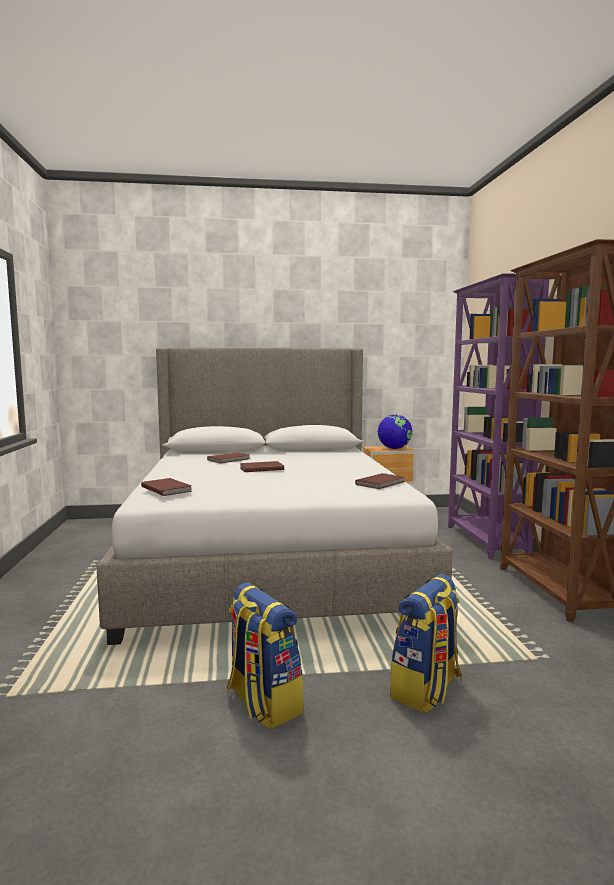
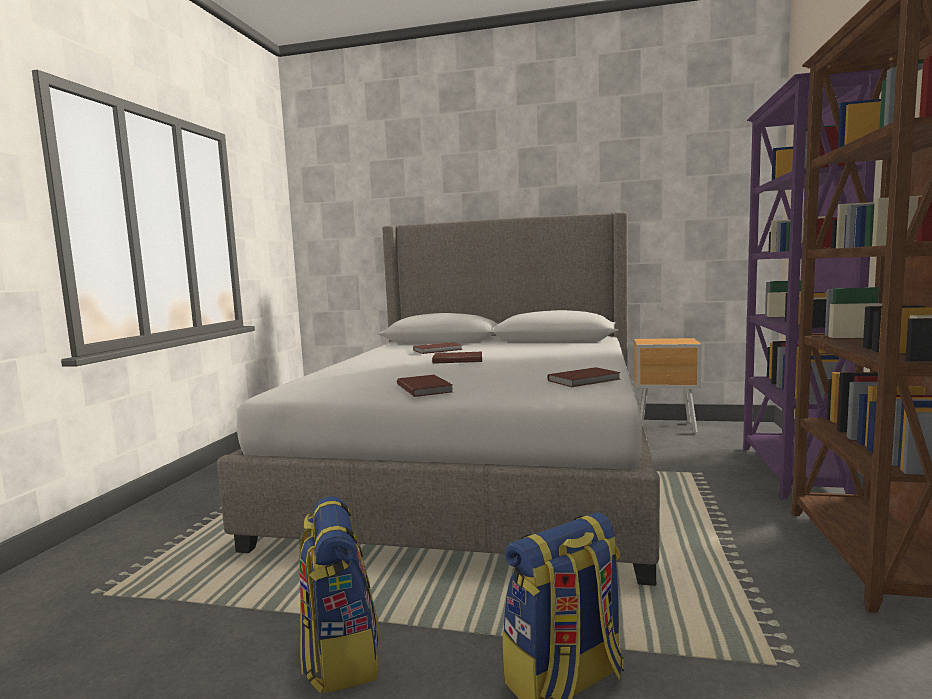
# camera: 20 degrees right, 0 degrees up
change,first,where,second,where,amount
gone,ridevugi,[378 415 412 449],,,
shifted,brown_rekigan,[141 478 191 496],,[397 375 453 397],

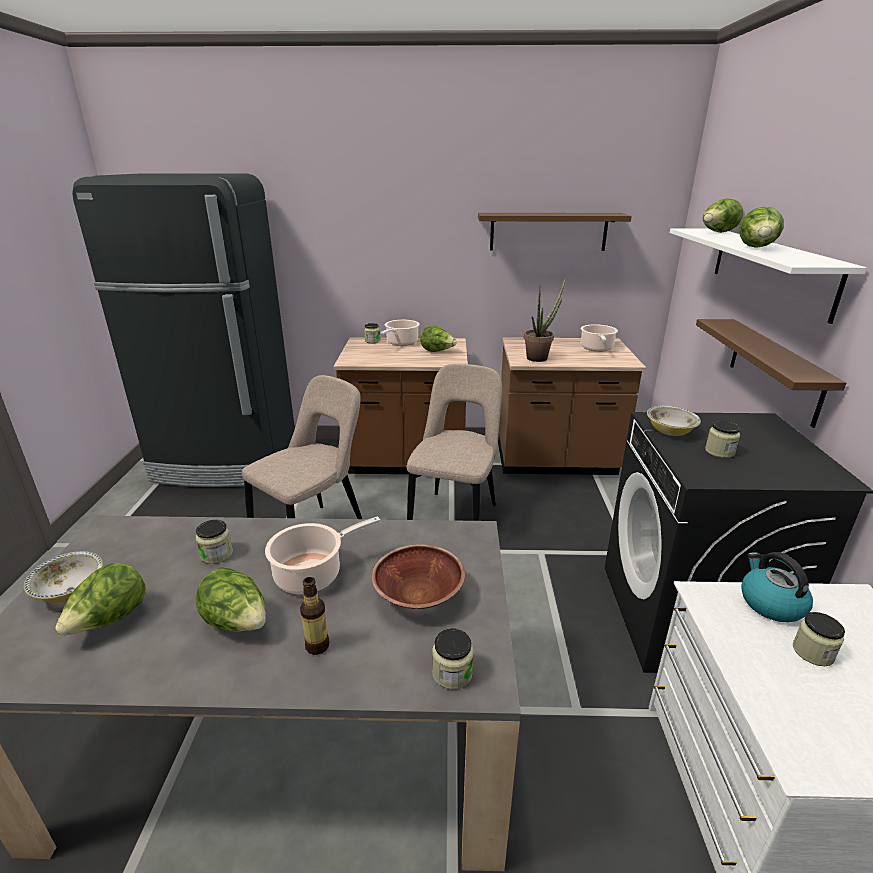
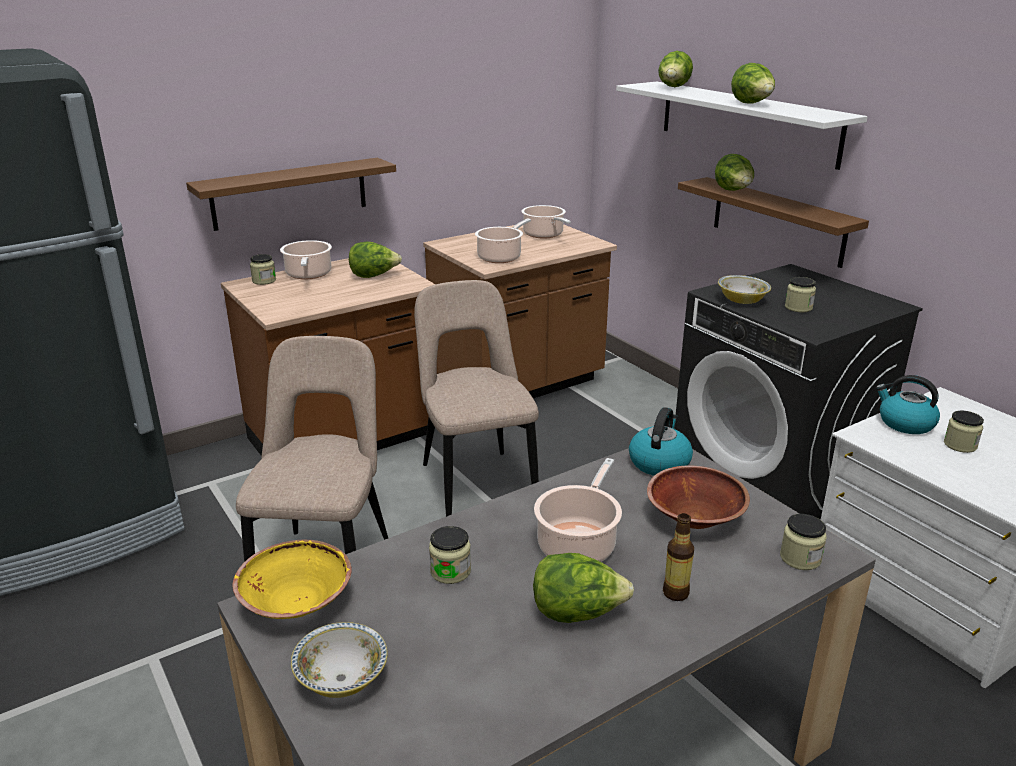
# camera: 35 degrees left, 0 degrees up
change,first,where,second,where,amount
shifted,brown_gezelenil,[478 213 632 251],,[186 158 396 231],
swapped,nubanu,[524 277 566 362],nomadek,[475 218 531 263],
shifted,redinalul,[55 563 146 636],,[715 154 754 191],
new,,,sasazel,[629 407 693 476],
new,,,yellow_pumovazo,[233 540 352 619],

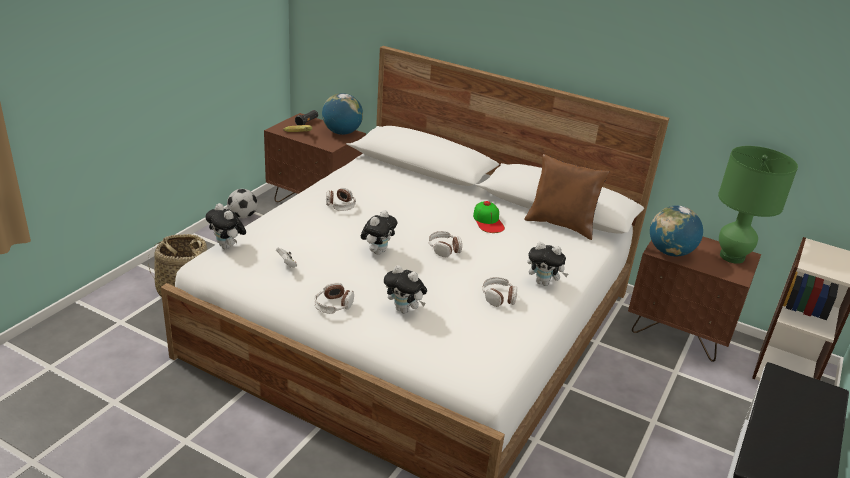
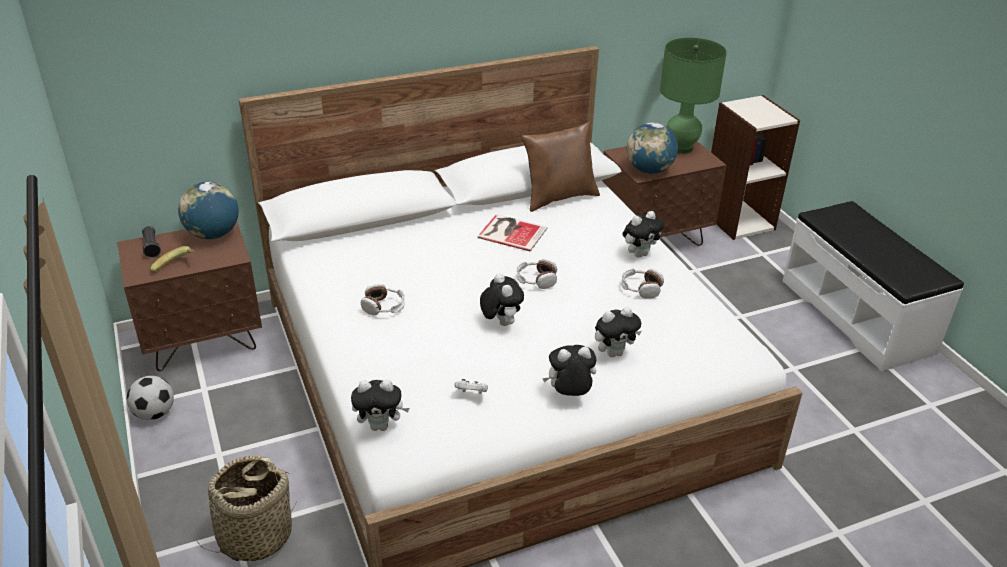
# camera: 50 degrees left, 5 degrees up
change,first,where,second,where,amount
swapped,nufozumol,[473 201 505 233],rekigan,[477 214 548 251],
swapped,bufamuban,[314 282 354 314],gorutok,[542 345 597 396],

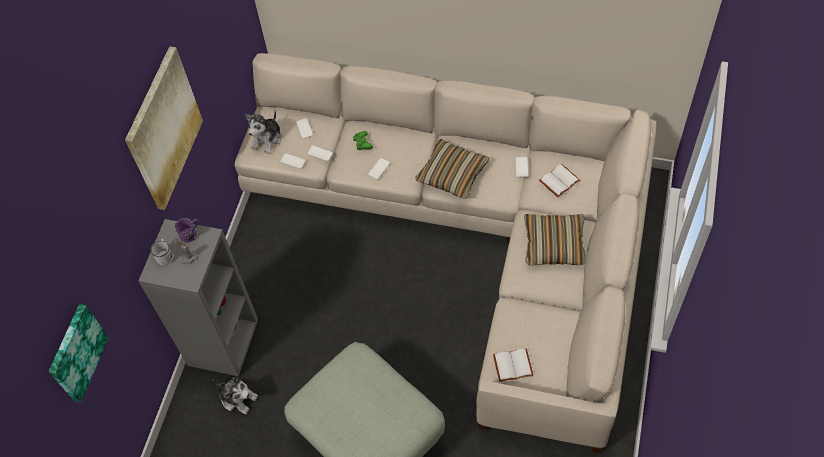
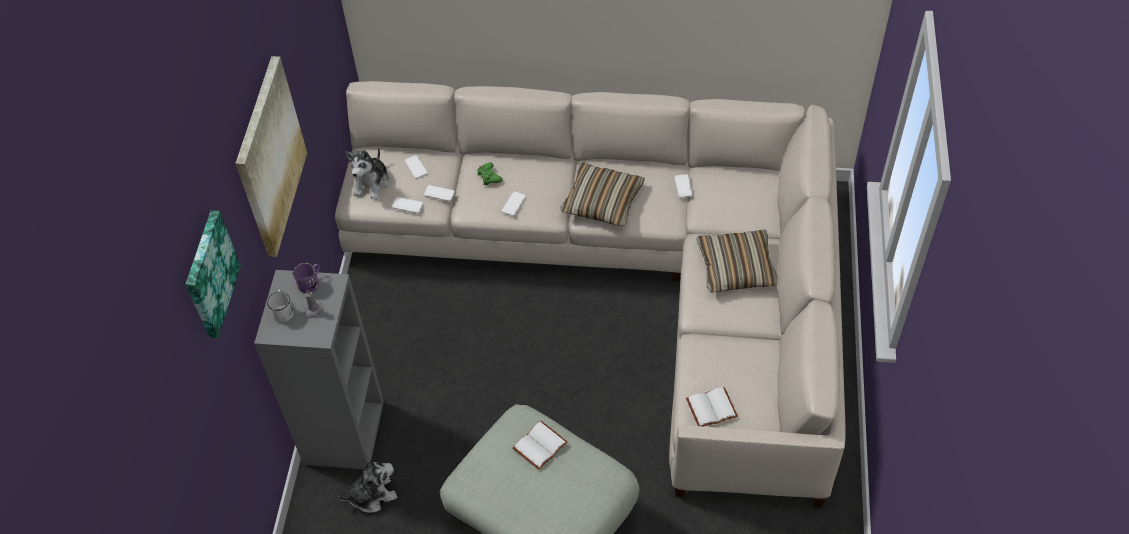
# camera: 10 degrees left, 5 degrees down
change,first,where,second,where,amount
shifted,white_rekigan,[539 164 580 197],,[513 421 568 470],
shifted,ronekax,[48 304 109 403],,[185 210 241 338],
rotated,gorutok,[212 377 258 414],,[338 460 397 513],45 degrees counterclockwise

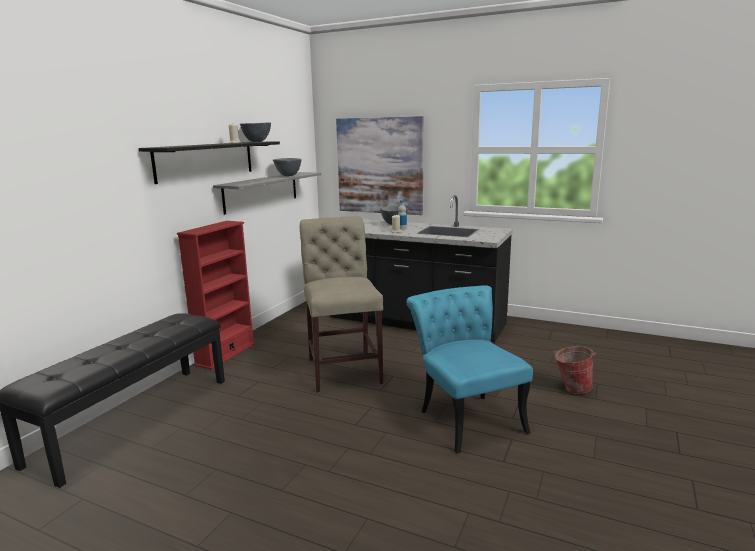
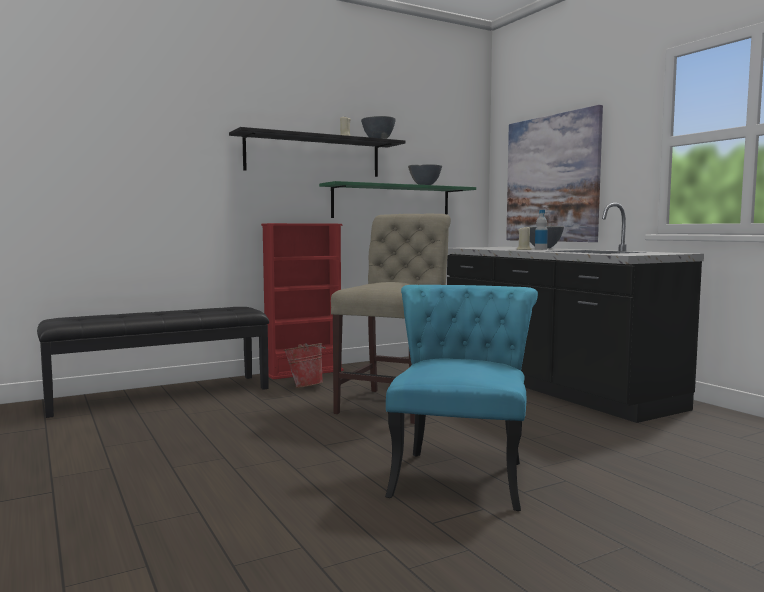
# camera: 35 degrees right, 10 degrees down
change,first,where,second,where,amount
repainted,grey_gezelenil,[213 172 322 215],green_gezelenil,[319 181 476 218],
shifted,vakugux,[553 346 596 394],,[284 343 326 388],

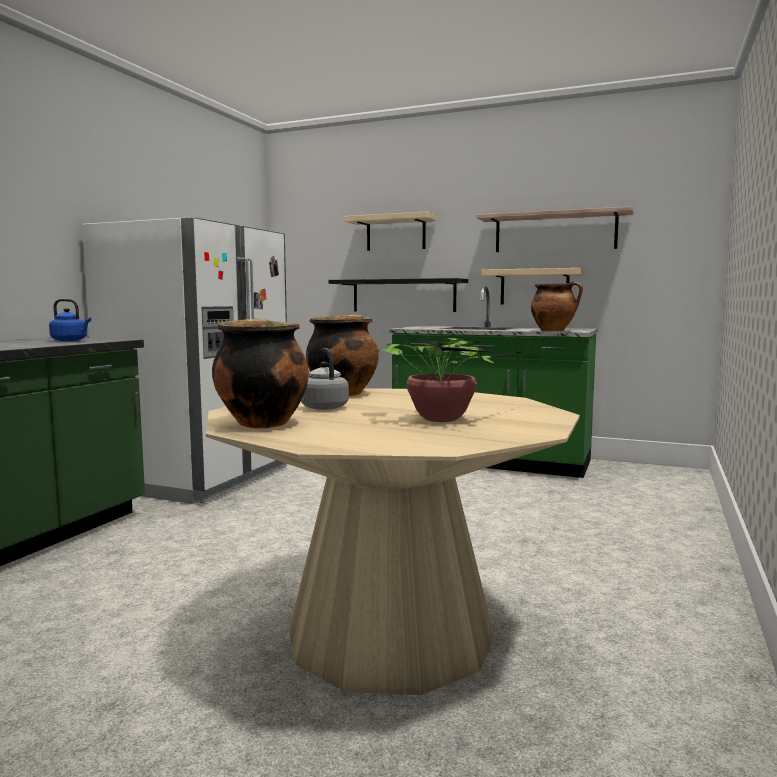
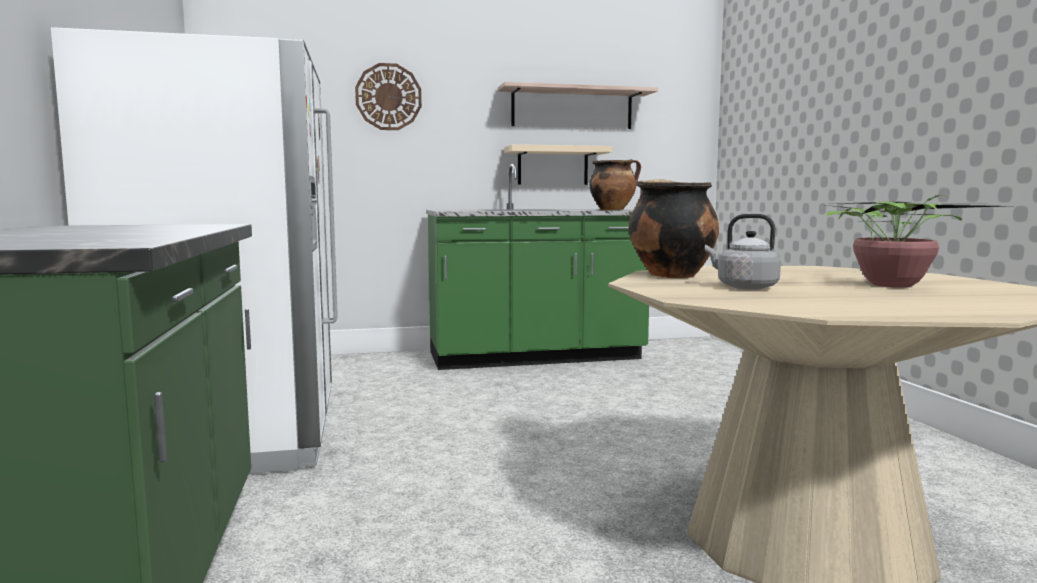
# camera: 35 degrees left, 0 degrees up
change,first,where,second,where,amount
swapped,beige_gezelenil,[344 211 437 251],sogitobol,[355 63 422 130],
gone,black_gezelenil,[329 278 468 312],,,
gone,blue_sasazel,[49 299 91 341],,,
gone,nomadek,[212 319 309 428],,,

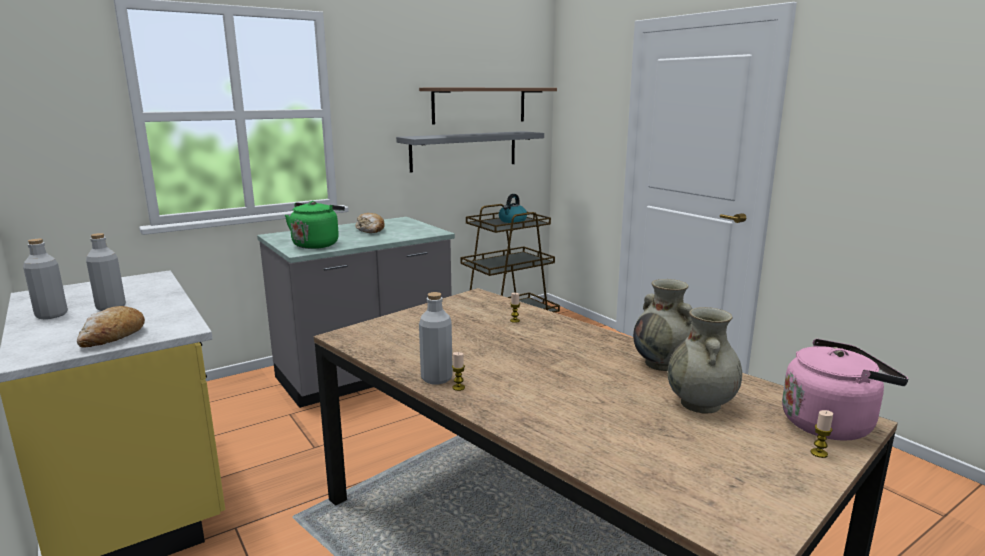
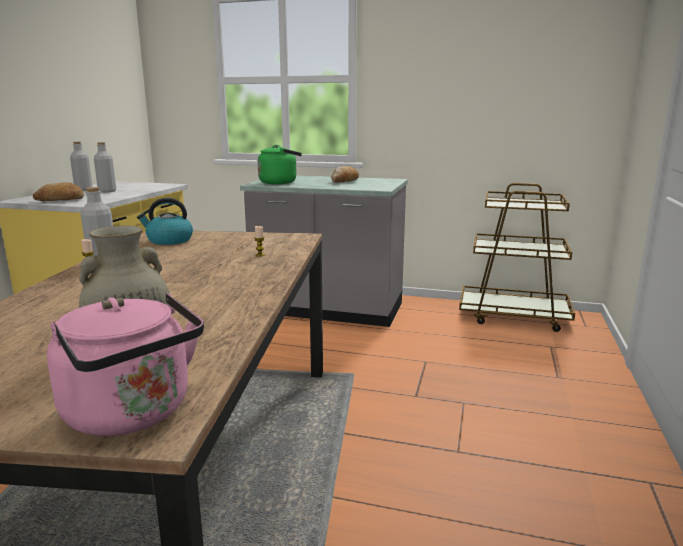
# camera: 50 degrees right, 0 degrees up
change,first,where,second,where,amount
gone,brown_gezelenil,[419 87 557 125],,,
gone,grey_gezelenil,[396 131 544 173],,,
shifted,sasazel,[499 194 527 223],,[137 198 193 245],
gone,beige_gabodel,[633 279 692 371],,,
gone,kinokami,[810 410 833 458],,,

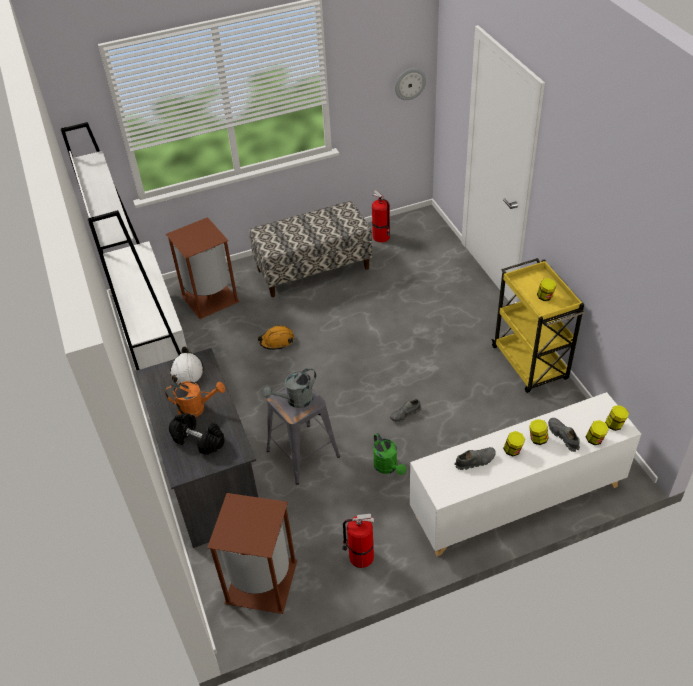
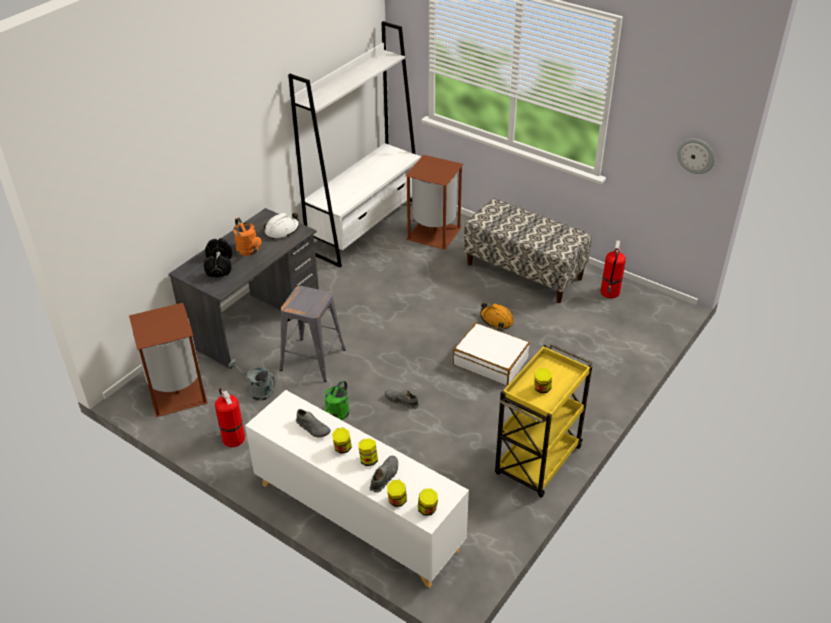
# camera: 55 degrees right, 5 degrees down
change,first,where,second,where,amount
shifted,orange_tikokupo,[257 325 294 350],,[480 303 514 329],
shifted,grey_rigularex,[263 368 316 408],,[228 359 276 401],
new,,,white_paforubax,[453 323 530 385],

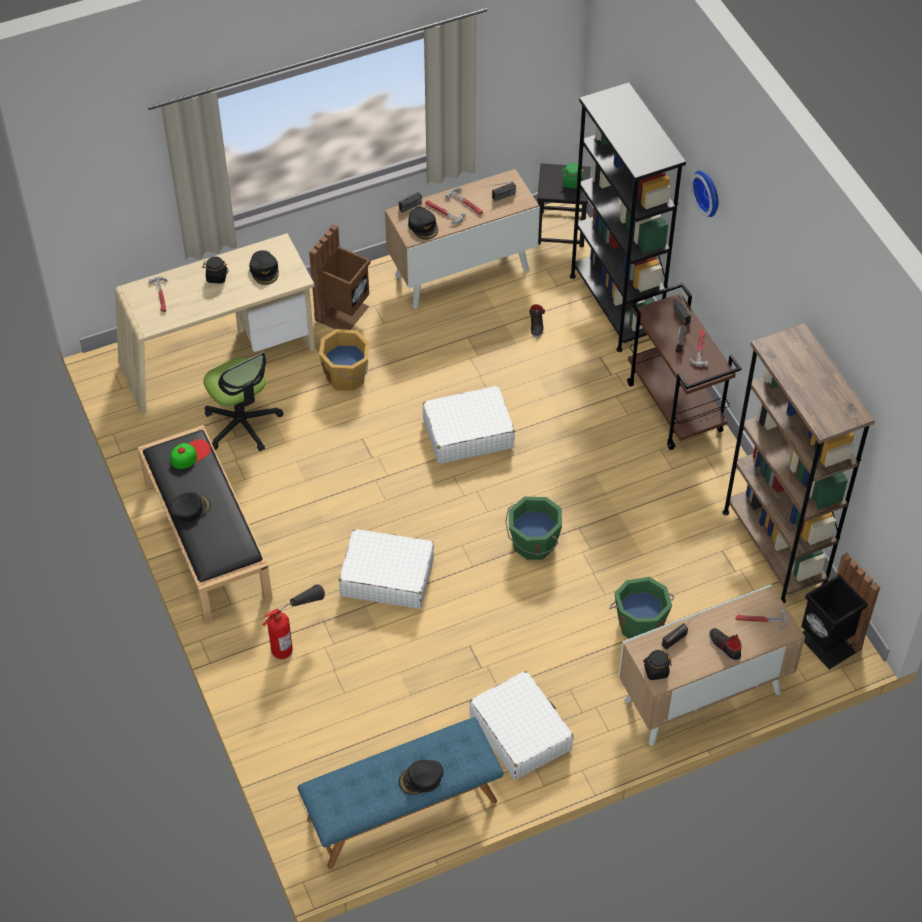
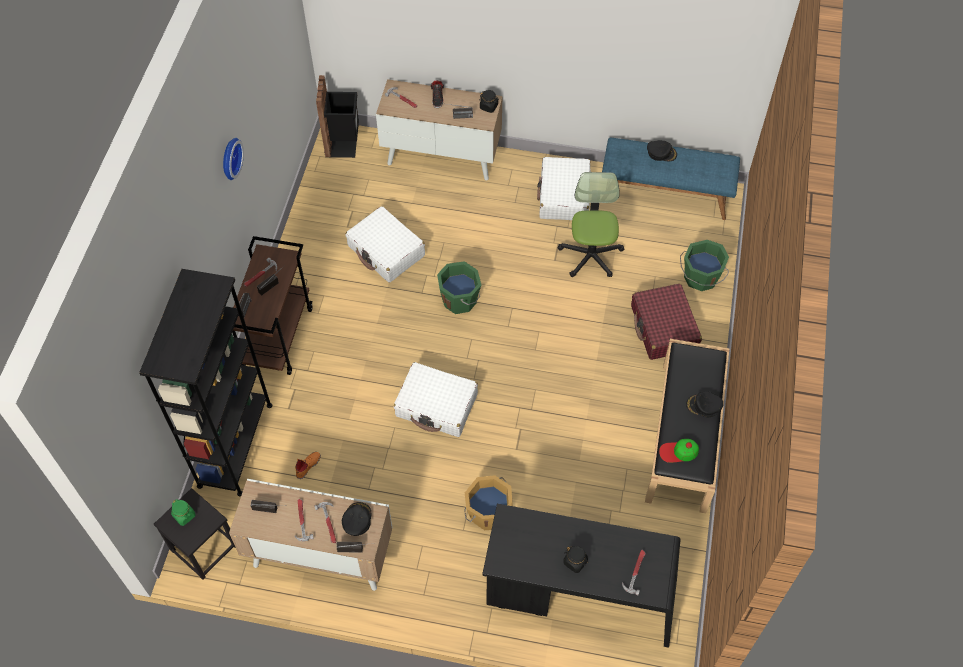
# camera: 145 degrees left, 5 degrees up
change,first,where,second,where,amount
shifted,sogitobol,[691 171 718 217],,[223 138 244 180],
gone,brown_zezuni,[309 224 371 330],,,
repainted,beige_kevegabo,[115 233 315 414],black_kevegabo,[482 504 681 648],
gone,black_nufozumol,[249 250 279 285],,,
repainted,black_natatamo,[529 304 545 338],orange_natatamo,[295 452 321 479],
gone,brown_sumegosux,[722 323 875 603],,,
shifted,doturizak,[203 352 283 451],,[558 172 624 277],
shifted,white_paforubax,[339 529 434 609],,[346 206 425 283],
shifted,green_vakugux,[609 577 674 639],,[680 240 729 291],
swapped,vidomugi,[262 584 325 659],red_paforubax,[631 284 702 360],

